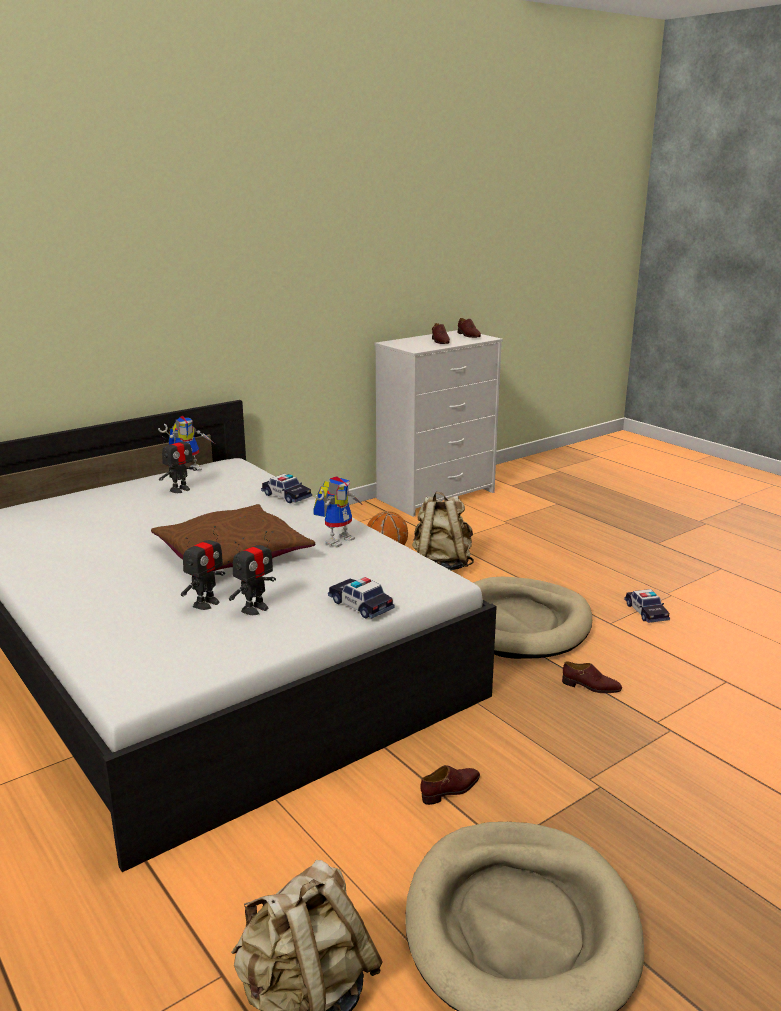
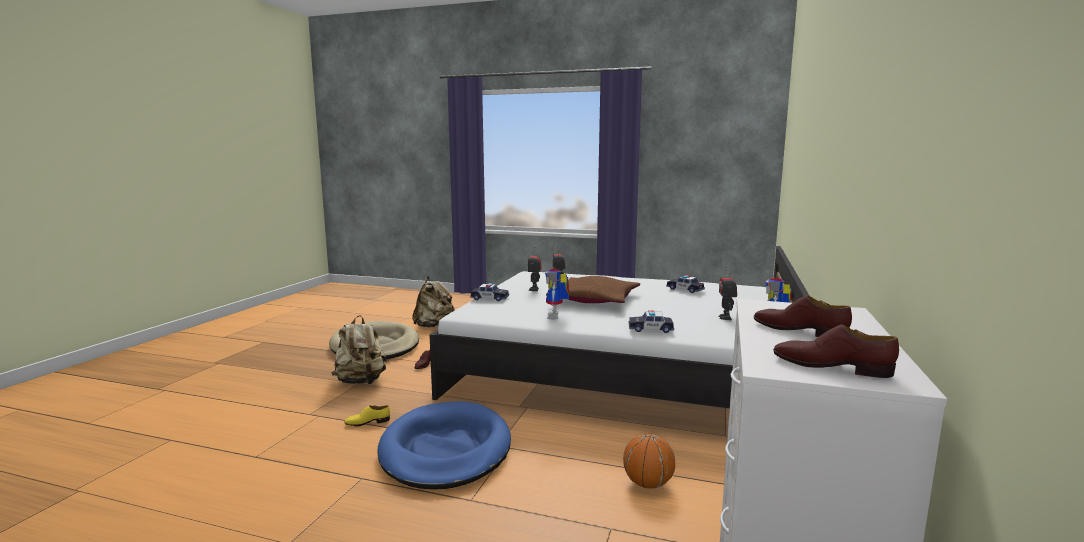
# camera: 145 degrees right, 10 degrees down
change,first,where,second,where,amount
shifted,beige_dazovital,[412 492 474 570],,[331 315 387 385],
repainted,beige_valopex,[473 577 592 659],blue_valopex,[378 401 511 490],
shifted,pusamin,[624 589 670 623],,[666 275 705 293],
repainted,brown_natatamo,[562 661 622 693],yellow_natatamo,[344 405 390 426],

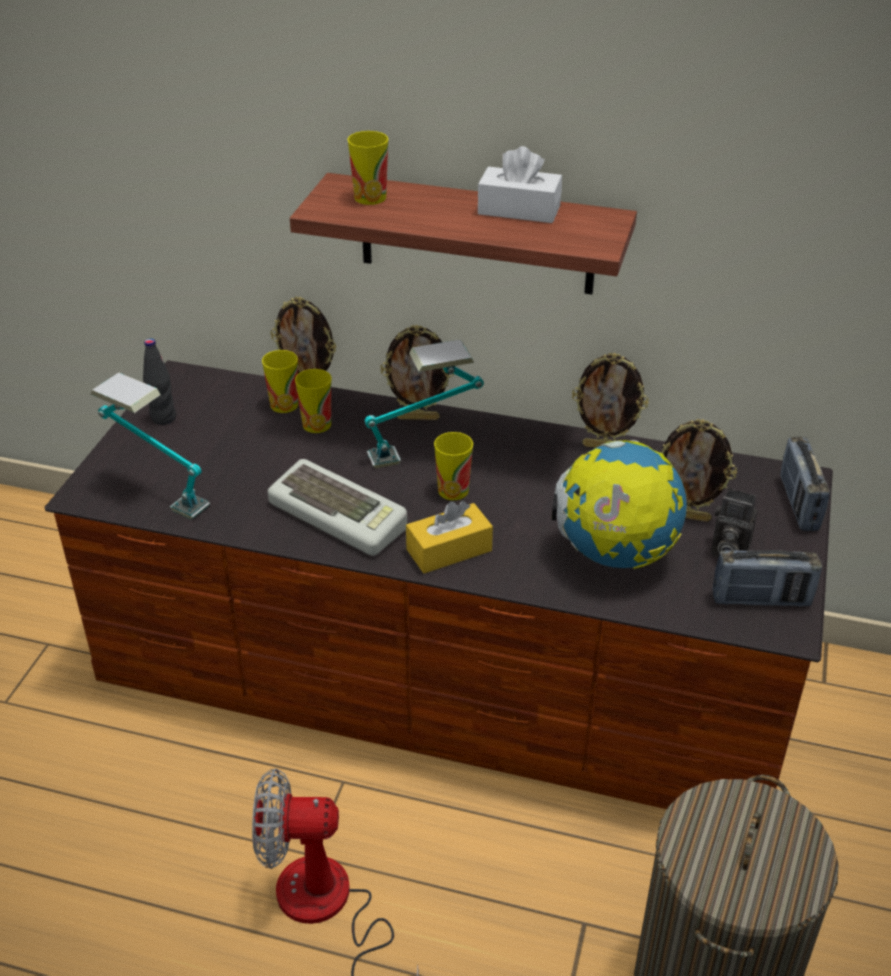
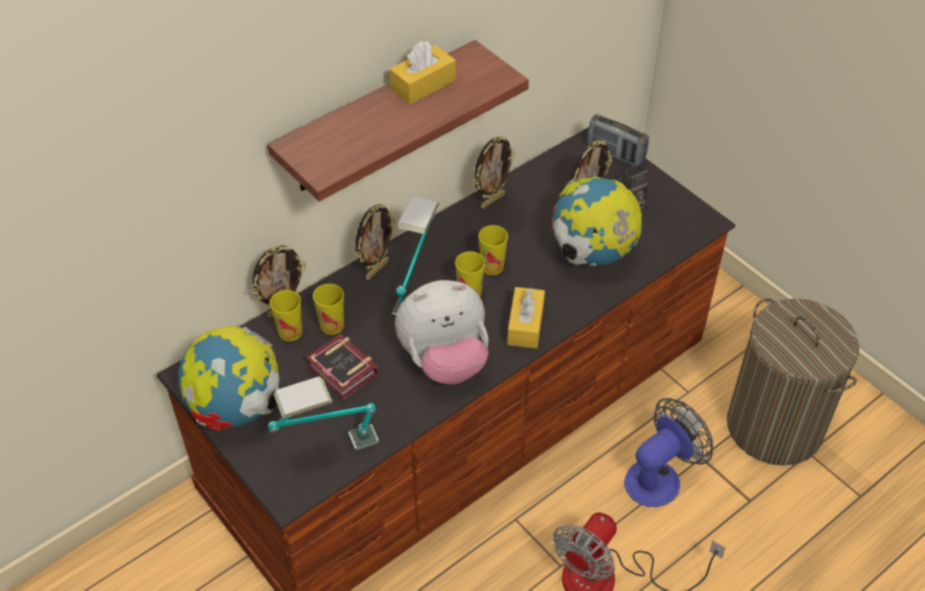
# camera: 55 degrees left, 10 degrees up
change,first,where,second,where,amount
shifted,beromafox,[347 131 388 205],,[479 225 508 275],
repainted,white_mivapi,[478 146 562 223],yellow_mivapi,[389 41 456 105],
swapped,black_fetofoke,[143 338 176 425],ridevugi,[178 326 279 431],
swapped,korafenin,[268 459 407 556],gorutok,[395 280 488 384],
gone,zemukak,[713 550 822 607],,,
new,,,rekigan,[306 333 378 400],
new,,,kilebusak,[624 398 713 507],

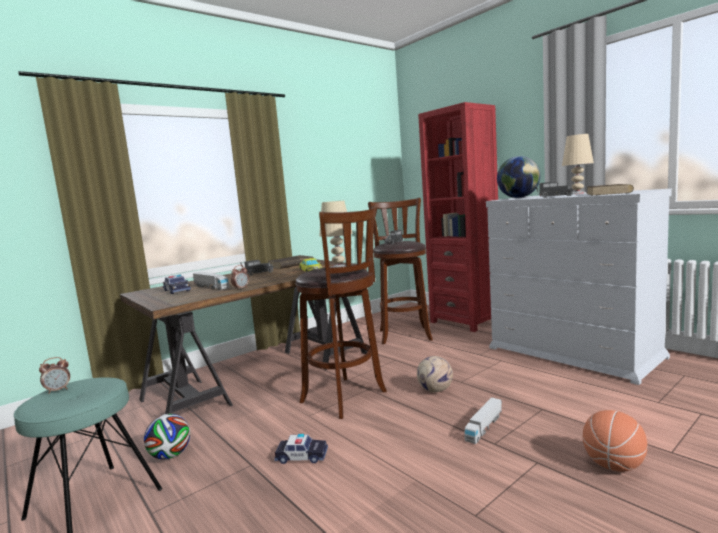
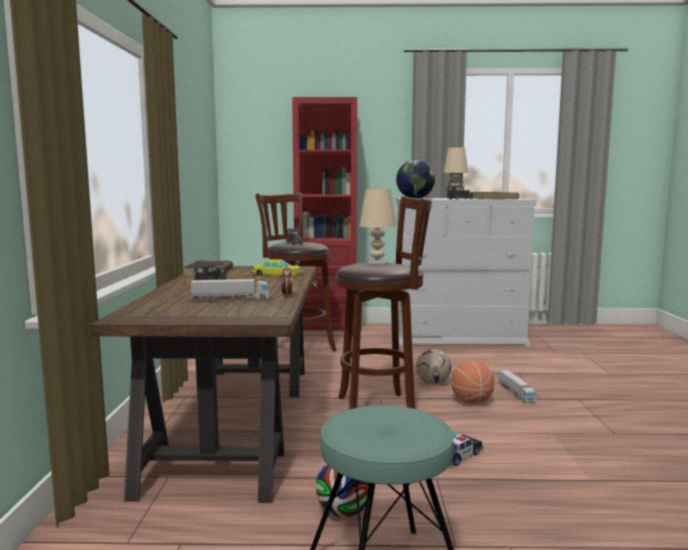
# camera: 50 degrees left, 0 degrees up
change,first,where,second,where,amount
gone,pusamin,[163 275 191 294],,,
gone,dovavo,[39 357 70 394],,,
shifted,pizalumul,[583 410 647 472],,[451 361 494 404],

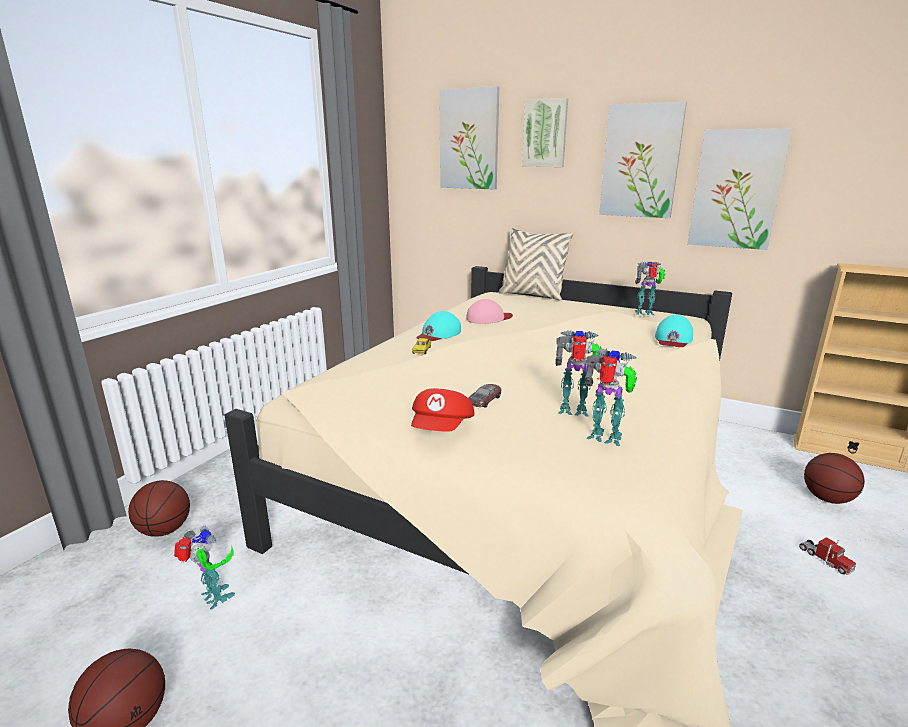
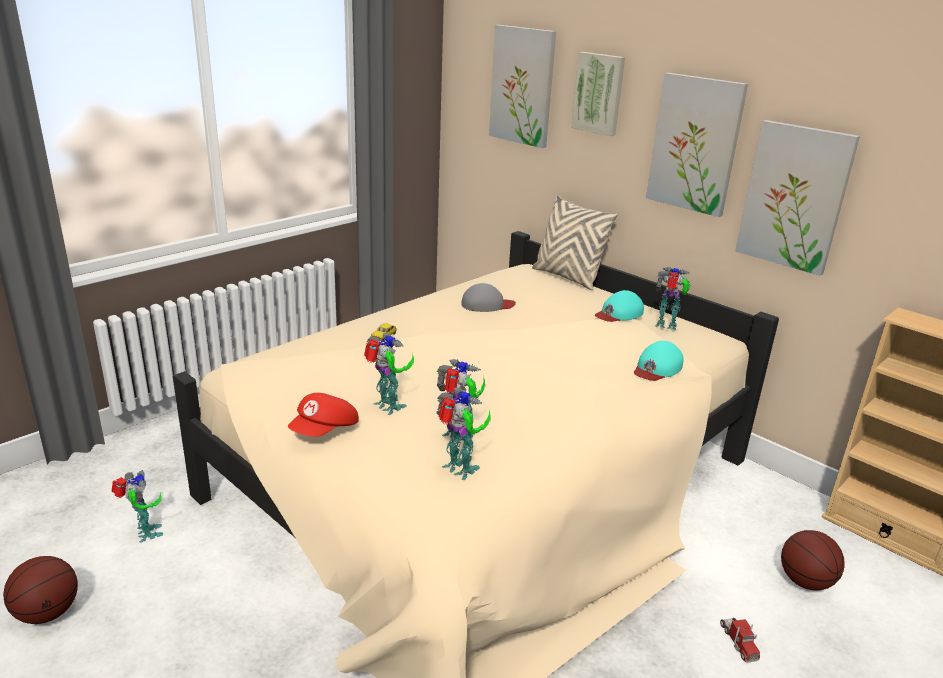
# camera: 15 degrees right, 5 degrees up
change,first,where,second,where,amount
repainted,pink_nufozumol,[466 299 513 324],grey_nufozumol,[461 283 516 312],
shifted,turquoise_nufozumol,[416 311 461 341],,[595 290 644 322],
swapped,pusamin,[468 384 502 408],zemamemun,[364 333 414 415],
gone,pizalumul,[128 480 190 537],,,

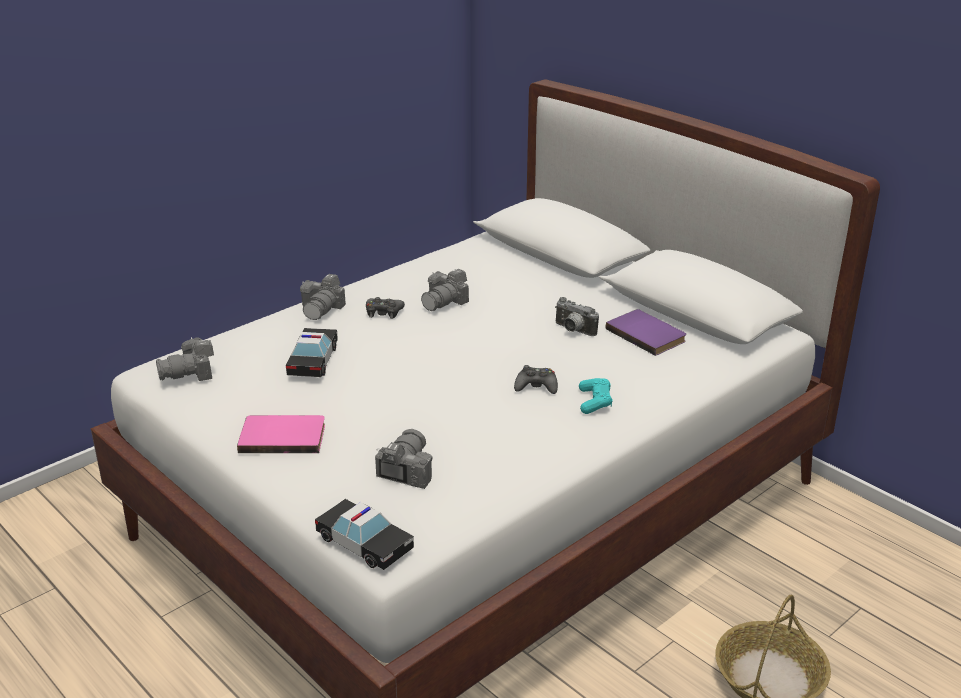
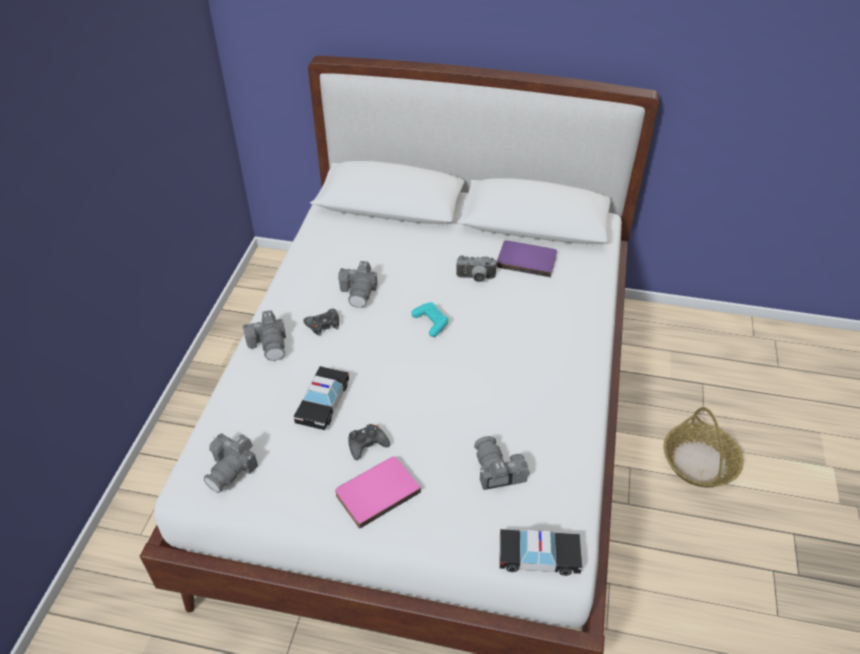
# camera: 35 degrees left, 15 degrees up
change,first,where,second,where,amount
rotated,pusamin,[286 328 338 377],,[294 366 349 430],135 degrees counterclockwise
shifted,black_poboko,[514 365 558 394],,[348 424 390 460],
shifted,turquoise_poboko,[579 378 612 414],,[411 302 449 337],

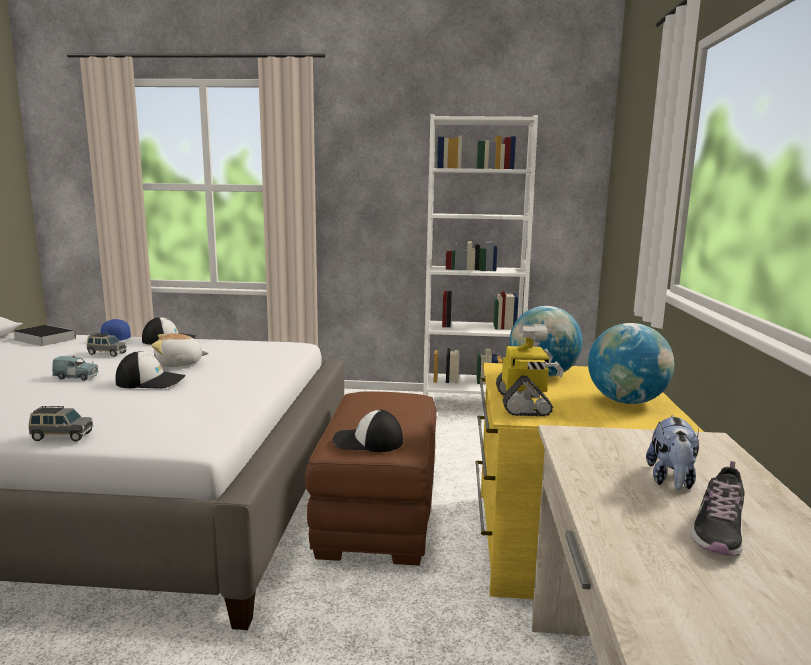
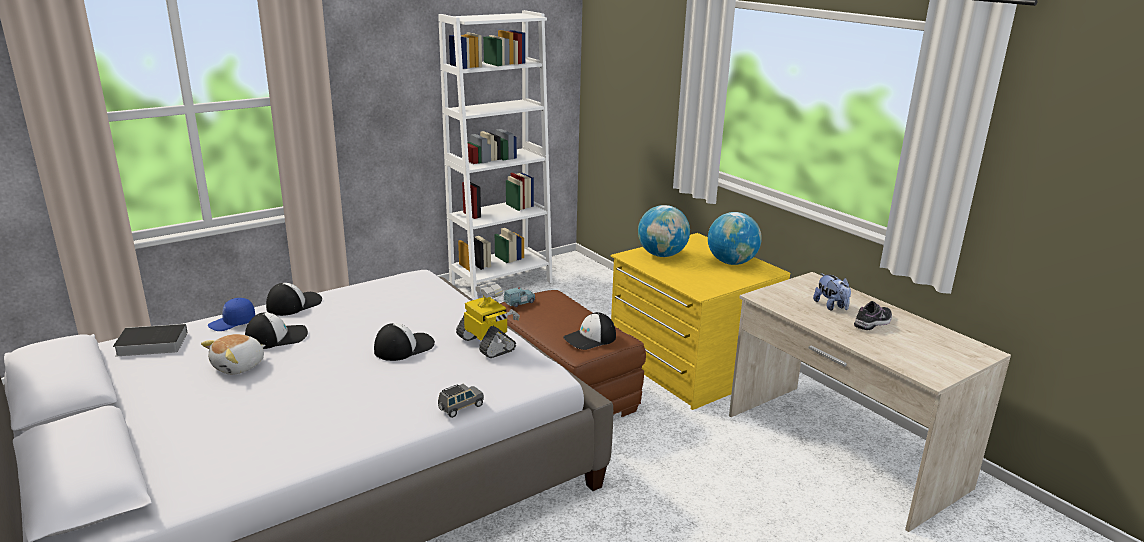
# camera: 40 degrees left, 10 degrees up
change,first,where,second,where,amount
shifted,zemamemun,[496 324 564 416],,[456 282 520 358],
swapped,grey_pusamin,[87 333 127 357],nufozumol,[245 313 308 349],
shifted,gorutok,[151 333 209 367],,[201 334 265 375],
shifted,blue_pusamin,[52 356 98 381],,[503 287 535 307],
rotated,natatamo,[690 461 745 556],,[854 301 892 330],120 degrees counterclockwise

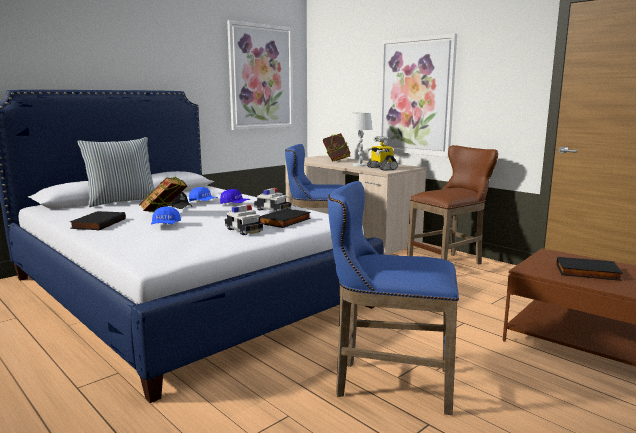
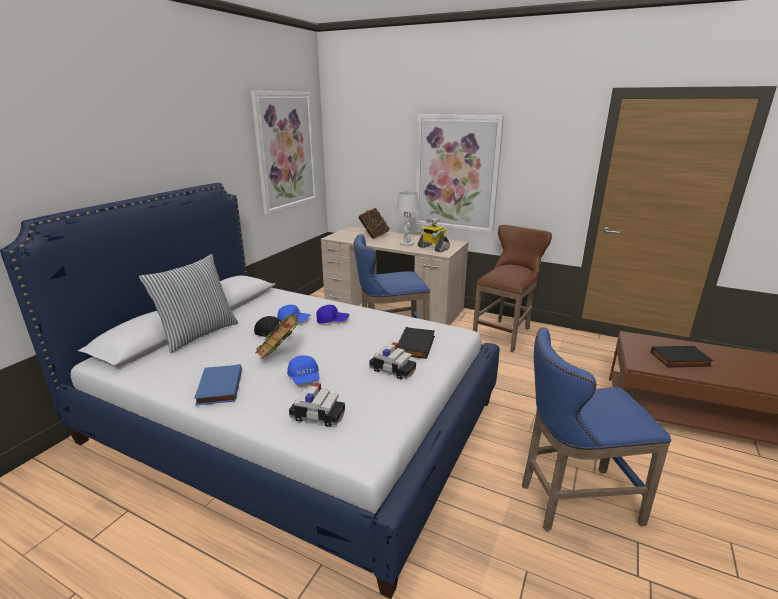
# camera: 20 degrees left, 10 degrees up
change,first,where,second,where,amount
shifted,pusamin,[254 188 291 212],,[289 383 345 427],
repainted,black_rekigan,[70 211 126 230],blue_rekigan,[194 364 242 405],

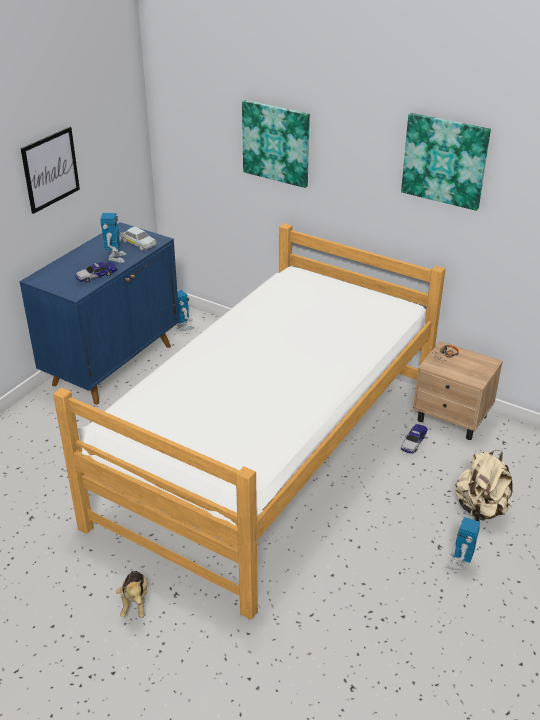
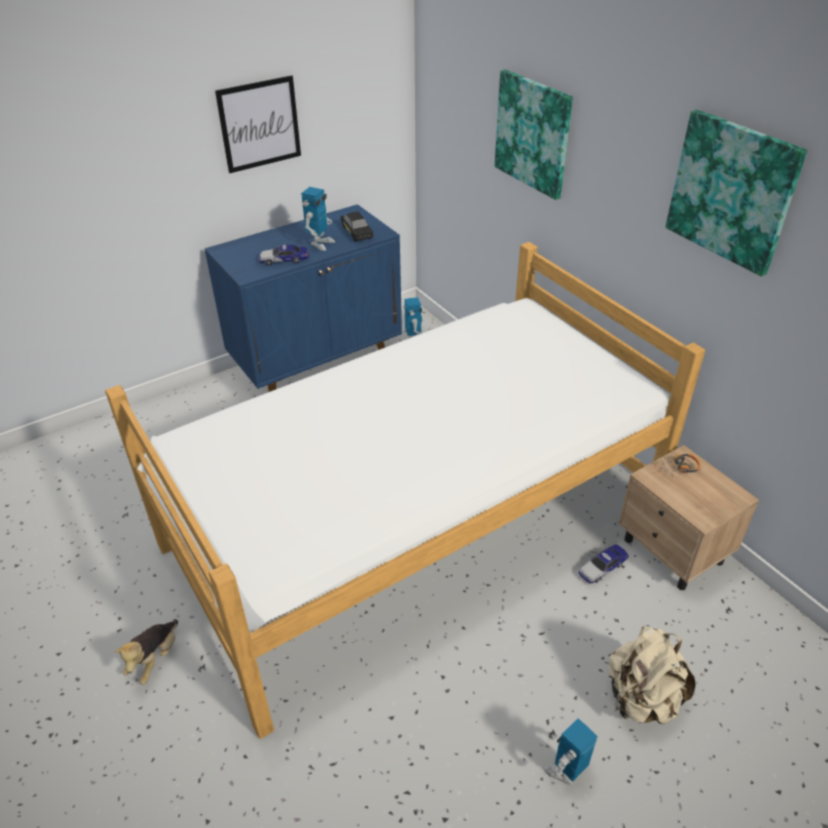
# camera: 25 degrees right, 5 degrees up
change,first,where,second,where,amount
repainted,white_pusamin,[120 227 156 251],black_pusamin,[341 212 373 242],

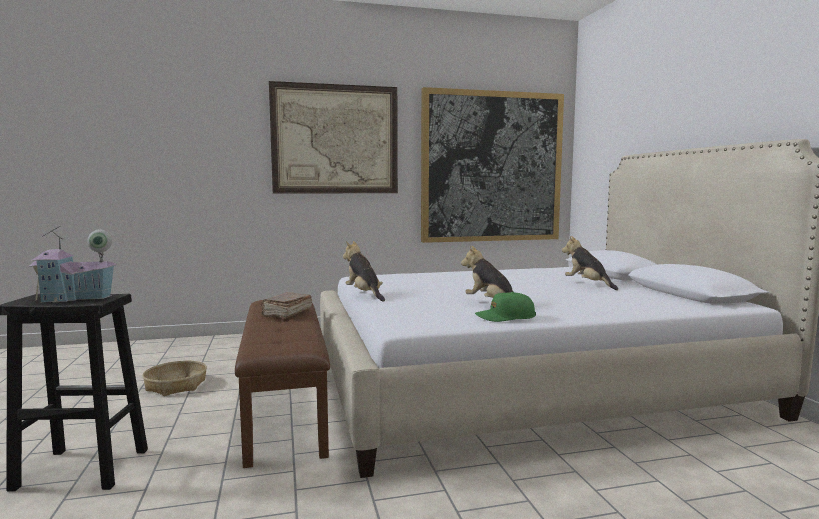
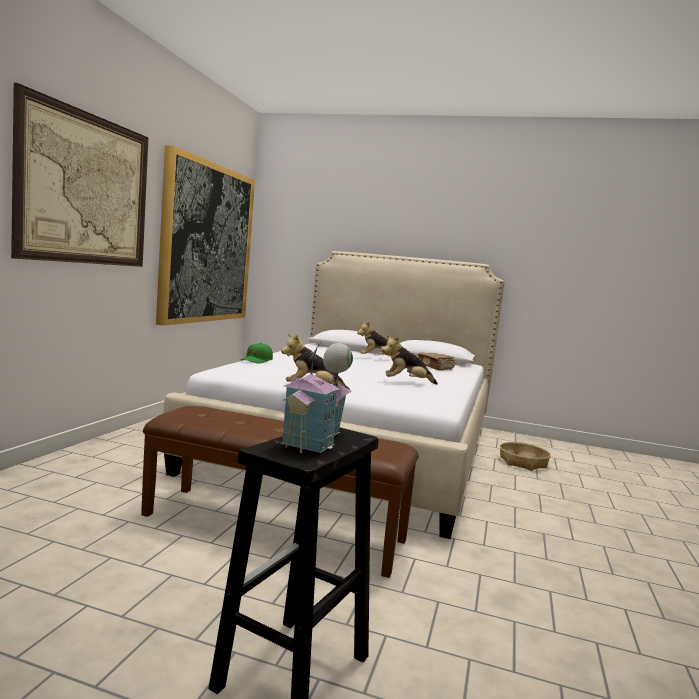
# camera: 60 degrees left, 0 degrees up
change,first,where,second,where,amount
shifted,brown_rekigan,[261 292 312 319],,[418 352 455 370],
shifted,green_nufozumol,[475 292 536 322],,[241 343 273 363],
shifted,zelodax,[142 361 207 396],,[500 442 551 471],

